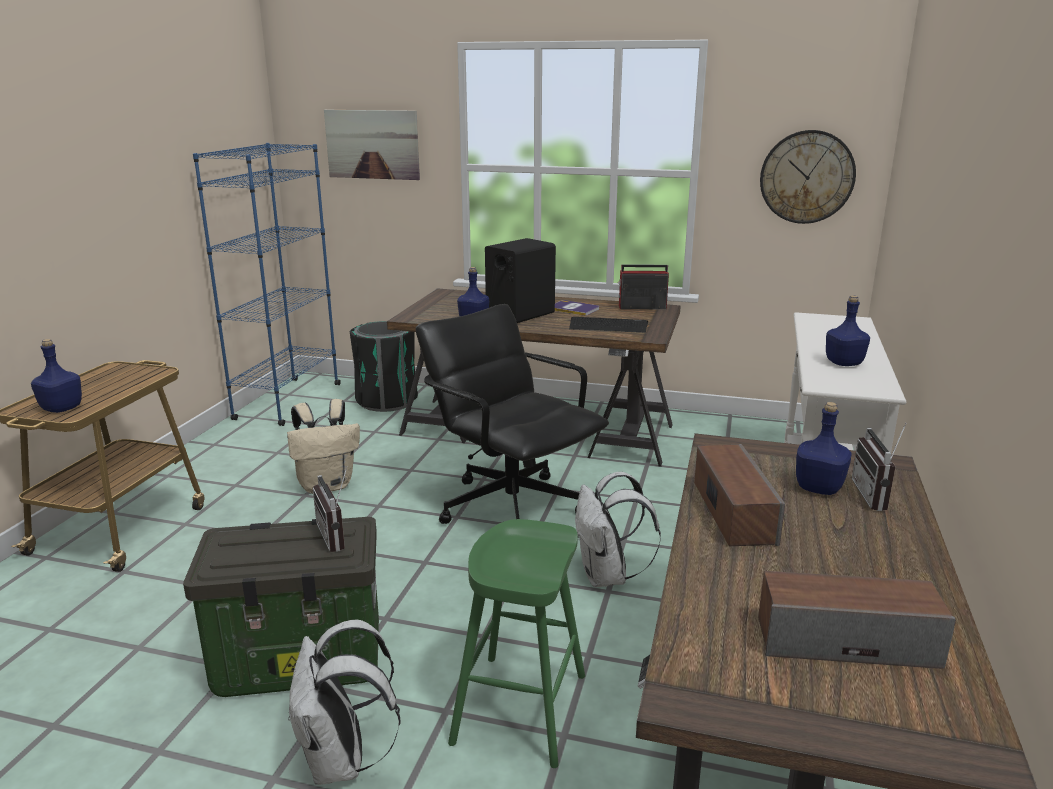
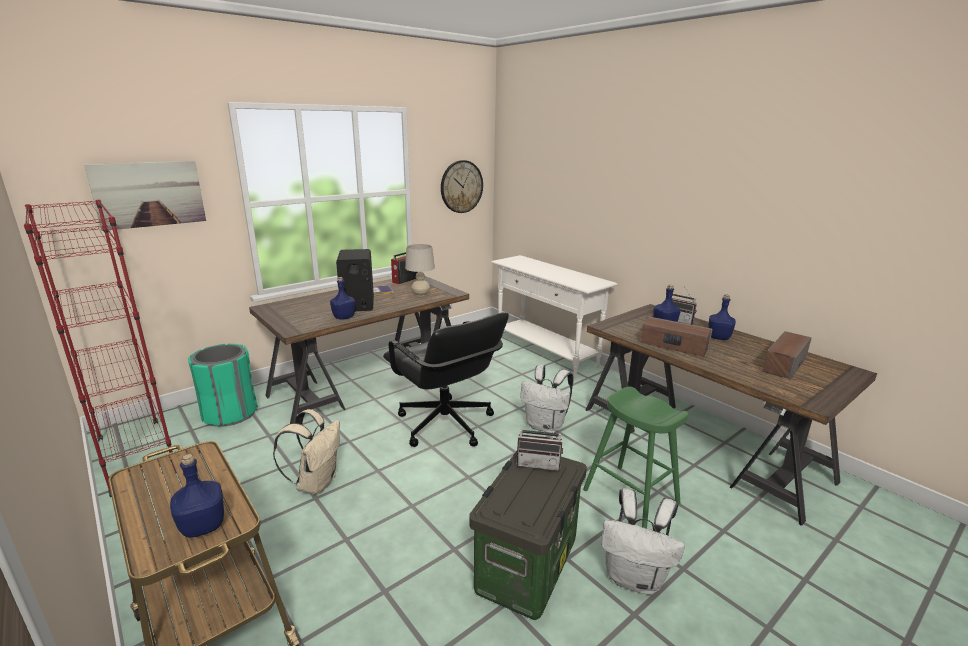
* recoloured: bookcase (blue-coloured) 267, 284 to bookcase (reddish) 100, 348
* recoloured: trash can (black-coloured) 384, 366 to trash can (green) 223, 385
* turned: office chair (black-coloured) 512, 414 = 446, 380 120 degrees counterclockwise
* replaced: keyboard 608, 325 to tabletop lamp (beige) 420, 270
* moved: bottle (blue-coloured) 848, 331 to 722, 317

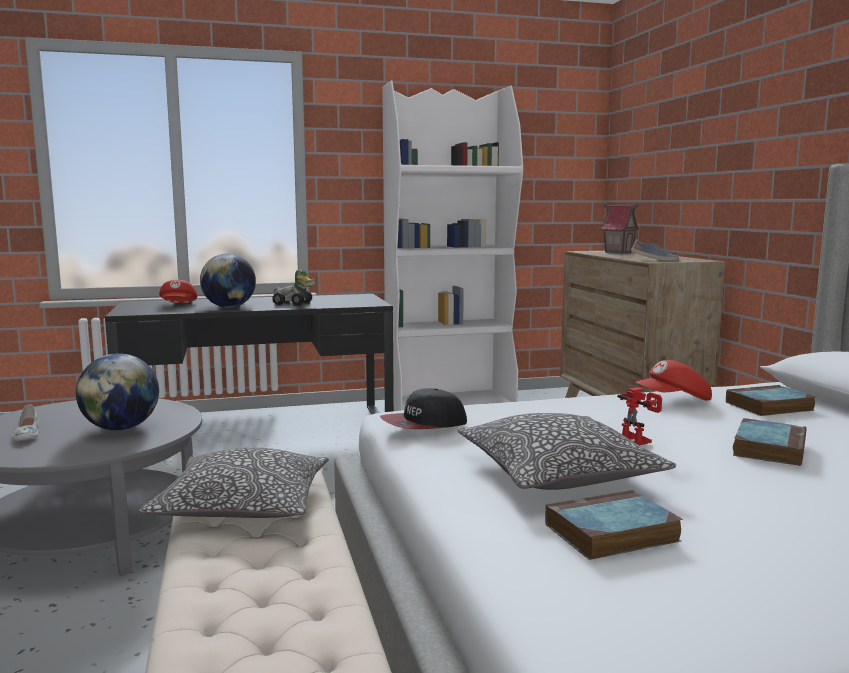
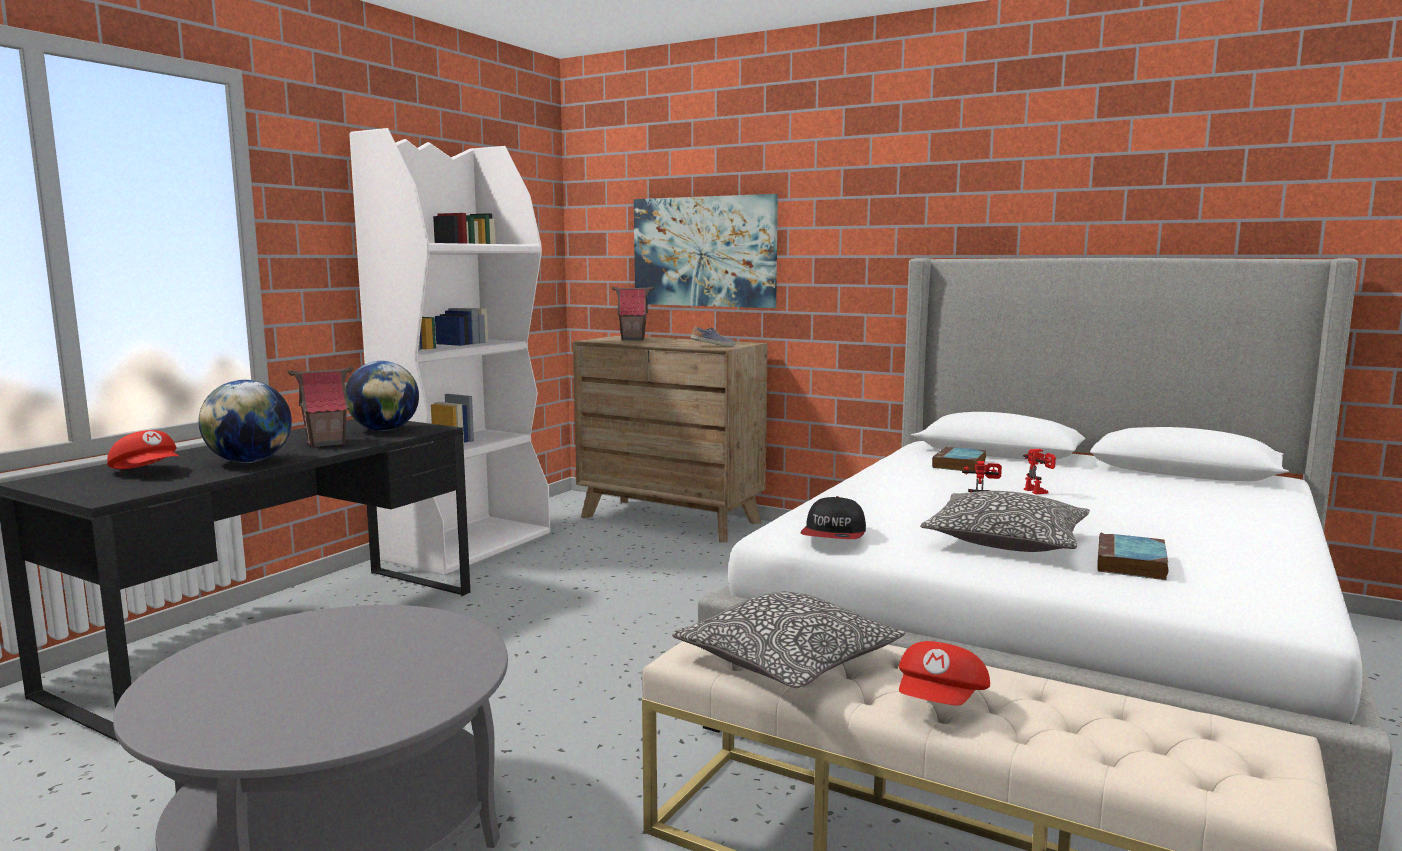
* removed: low shoe (white) 26, 422
* moved: desk globe 117, 392 to 382, 396
* replaced: toy car 294, 287 to model house 320, 407
* moved: cap (reddish) 674, 380 to 944, 673
* replaced: bound book 769, 442 to model robot 1039, 471
* added: wall art 706, 251

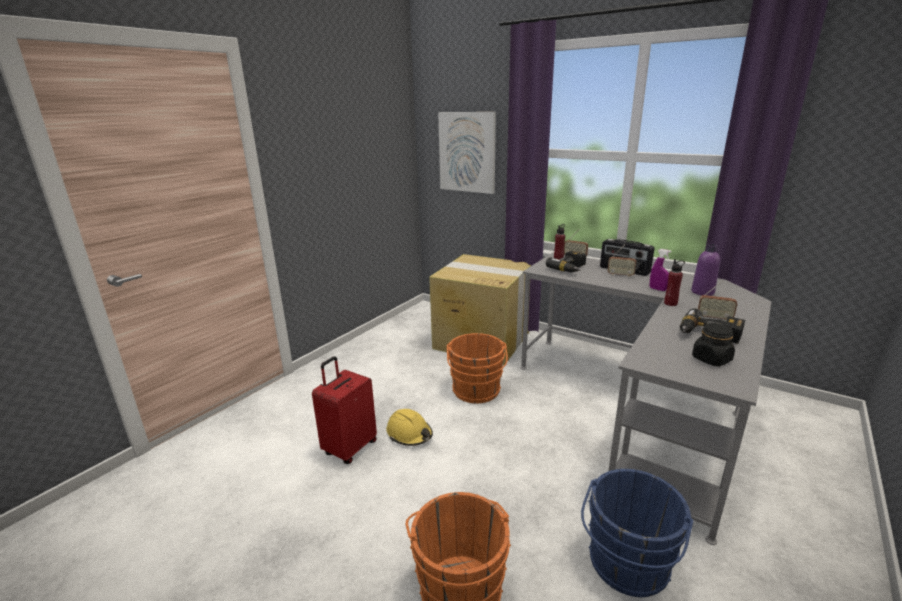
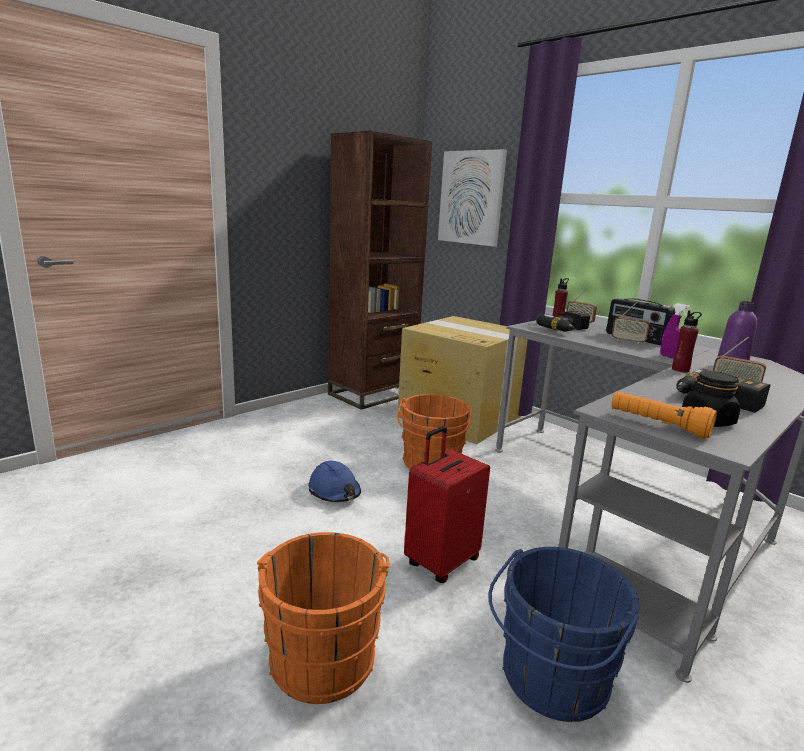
* moved: travel case (reddish) 344, 410 to 447, 504
* recoloured: work helmet (yellow-coloured) 409, 427 to work helmet (blue-coloured) 335, 481
* added: bookcase (brownish) 380, 270
* added: torch (orange) 664, 414

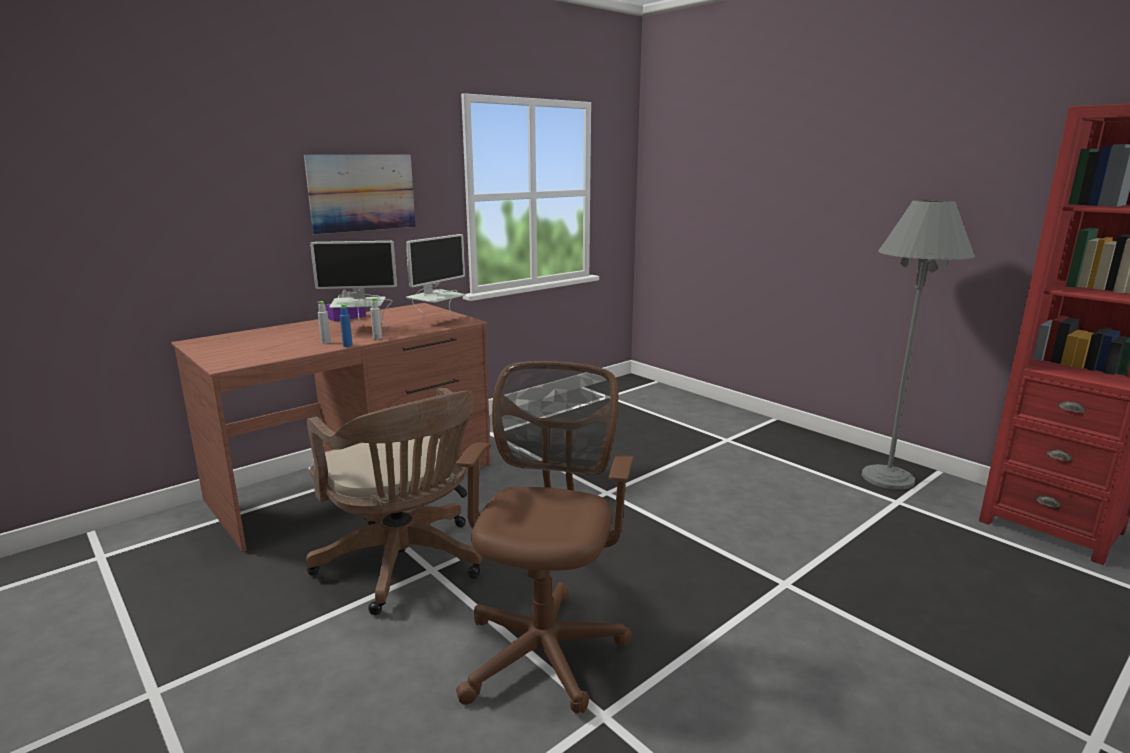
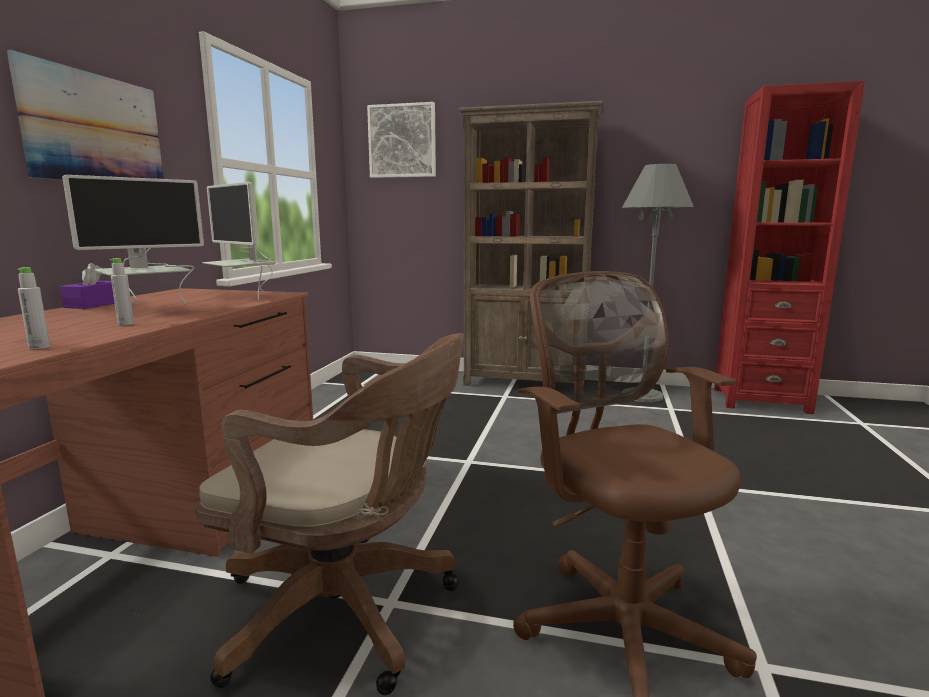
* removed: bottle (blue-coloured) 346, 325
* moved: bottle (grey) 376, 319 to 34, 308
* turned: computer display 436, 276 = 239, 241 135 degrees clockwise
* added: wall art 401, 140
* added: bookcase (brownish) 531, 245

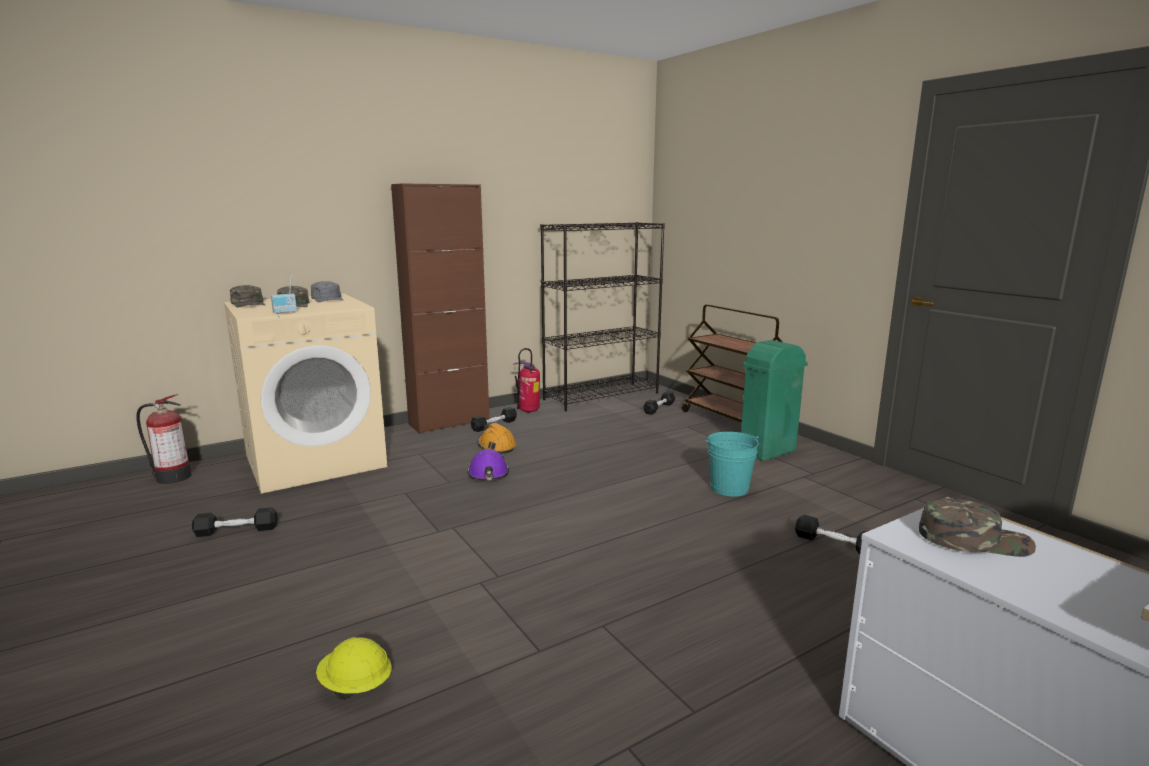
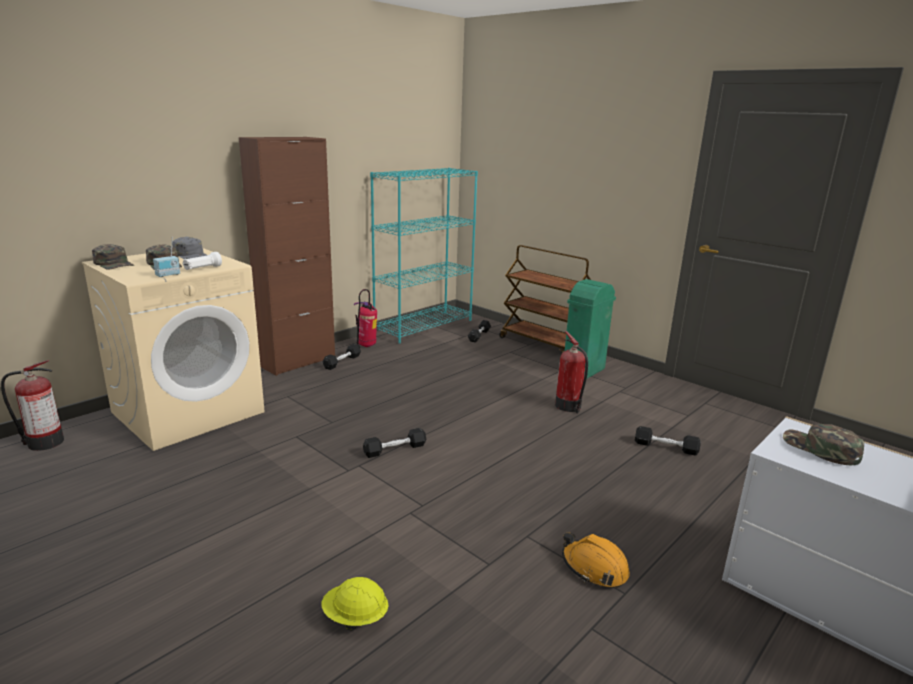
* moved: hand weight (black-coloured) 235, 522 to 394, 443
* removed: work helmet (purple) 488, 464
* moved: work helmet (orange) 496, 438 to 596, 560
* recoloured: bookcase (black-coloured) 602, 316 to bookcase (turquoise) 424, 255
* replaced: water bucket (turquoise) 731, 464 to fire extinguisher 571, 372
* turned: cap (green) 977, 527 = 823, 444 120 degrees counterclockwise
* added: torch (white) 202, 261

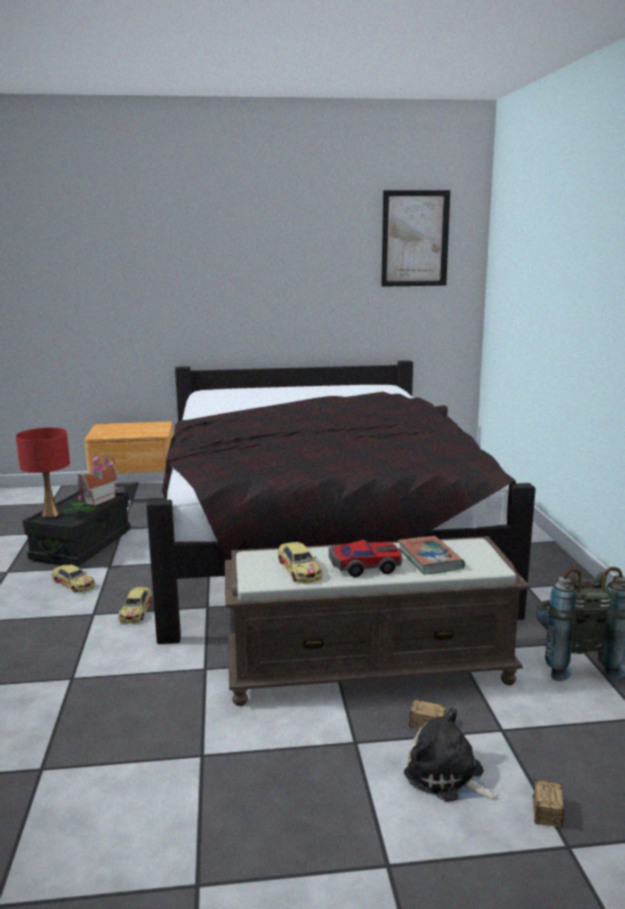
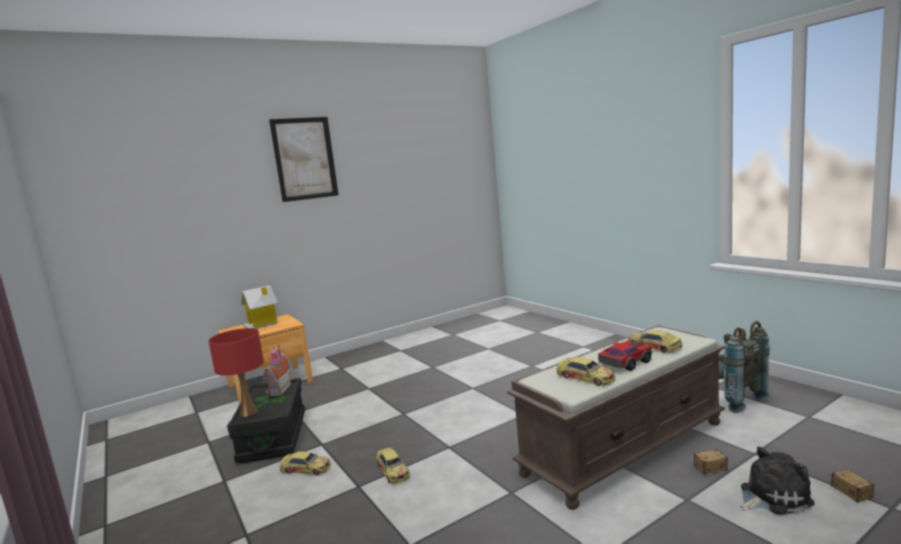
* removed: bed (black-coloured) 341, 502
* moved: wall art 415, 238 to 304, 159
* replaced: bound book 431, 555 to toy car 654, 341
* turned: soft toy 452, 754 = 777, 480 150 degrees clockwise
* added: model house 259, 307

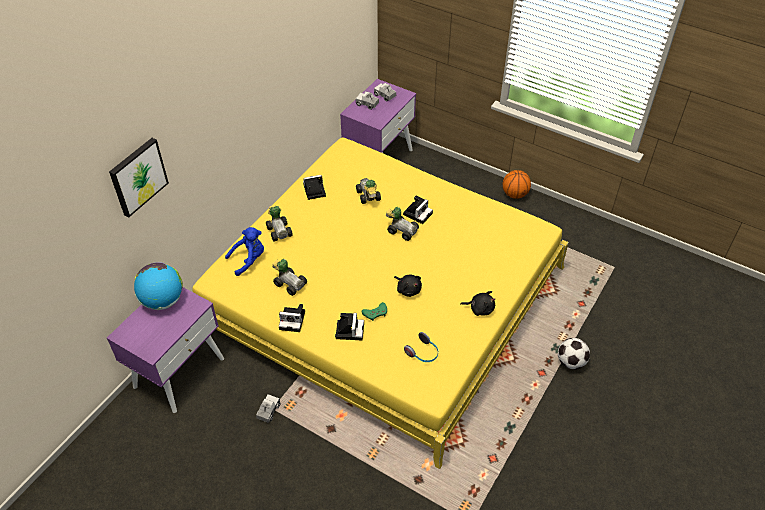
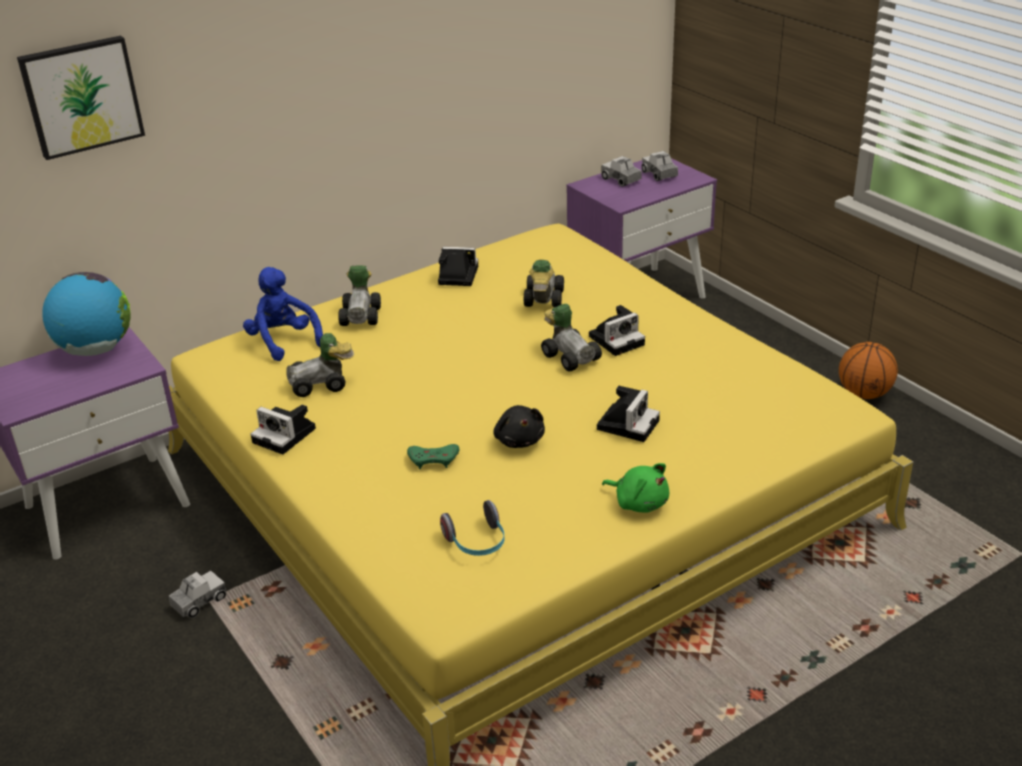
* turned: soft toy (blue-coloured) 244, 251 = 283, 314 120 degrees counterclockwise
* turned: toy car 289, 277 = 320, 365 105 degrees clockwise
* moved: photo camera 349, 327 to 628, 414
* recoloured: soft toy (black-coloured) 477, 303 to soft toy (green) 635, 488
* removed: football ball 574, 353

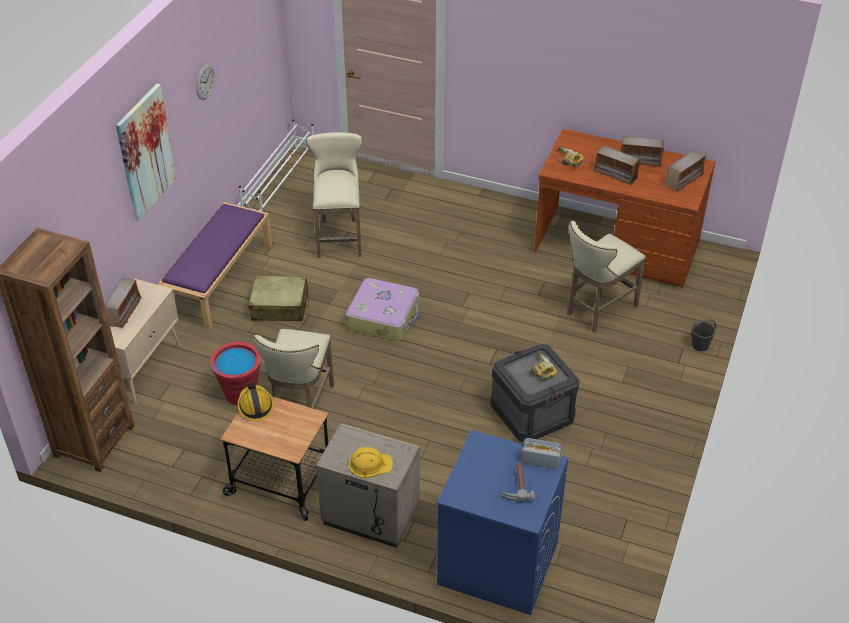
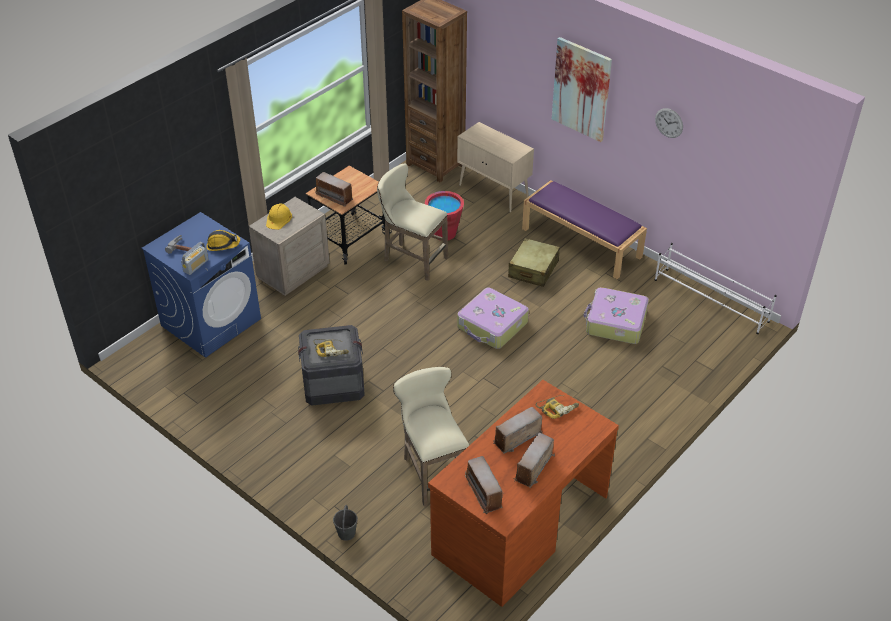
* moved: radio receiver 123, 303 to 334, 189
* moved: work helmet 256, 402 to 223, 240
* replaced: stool (beige) 334, 195 to travel case 616, 315

